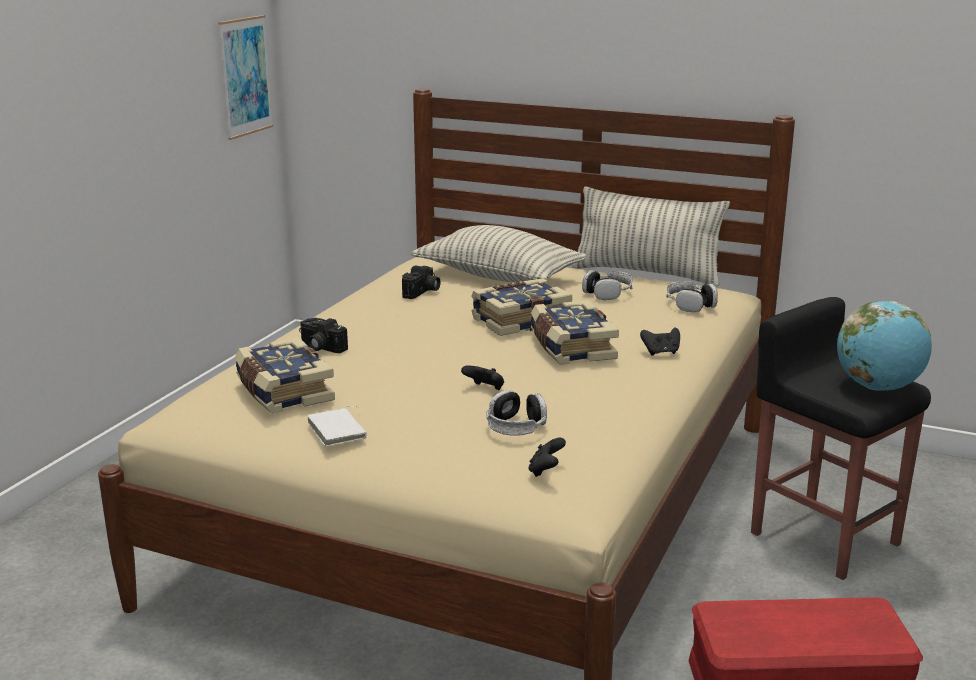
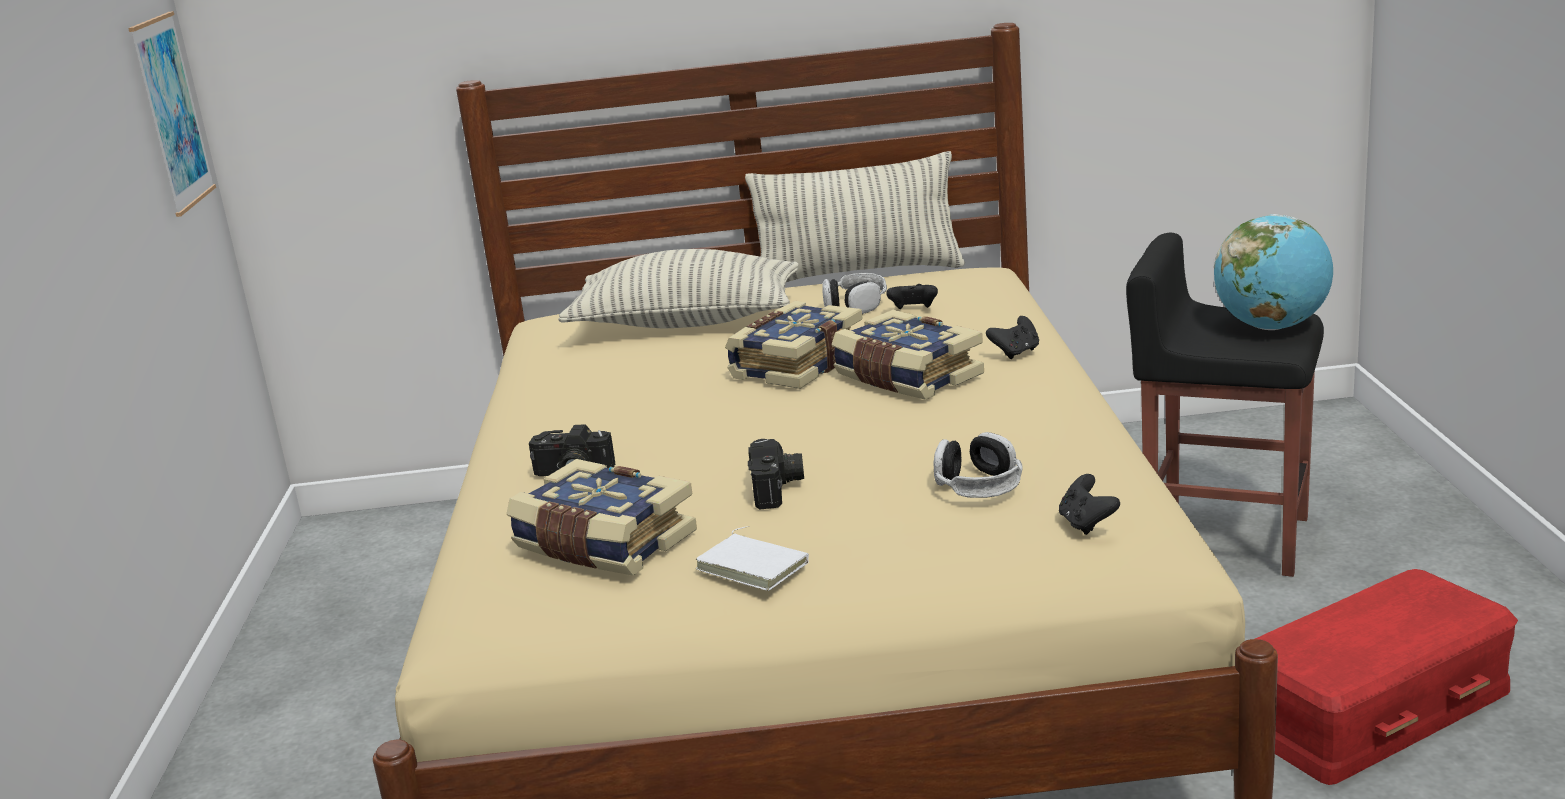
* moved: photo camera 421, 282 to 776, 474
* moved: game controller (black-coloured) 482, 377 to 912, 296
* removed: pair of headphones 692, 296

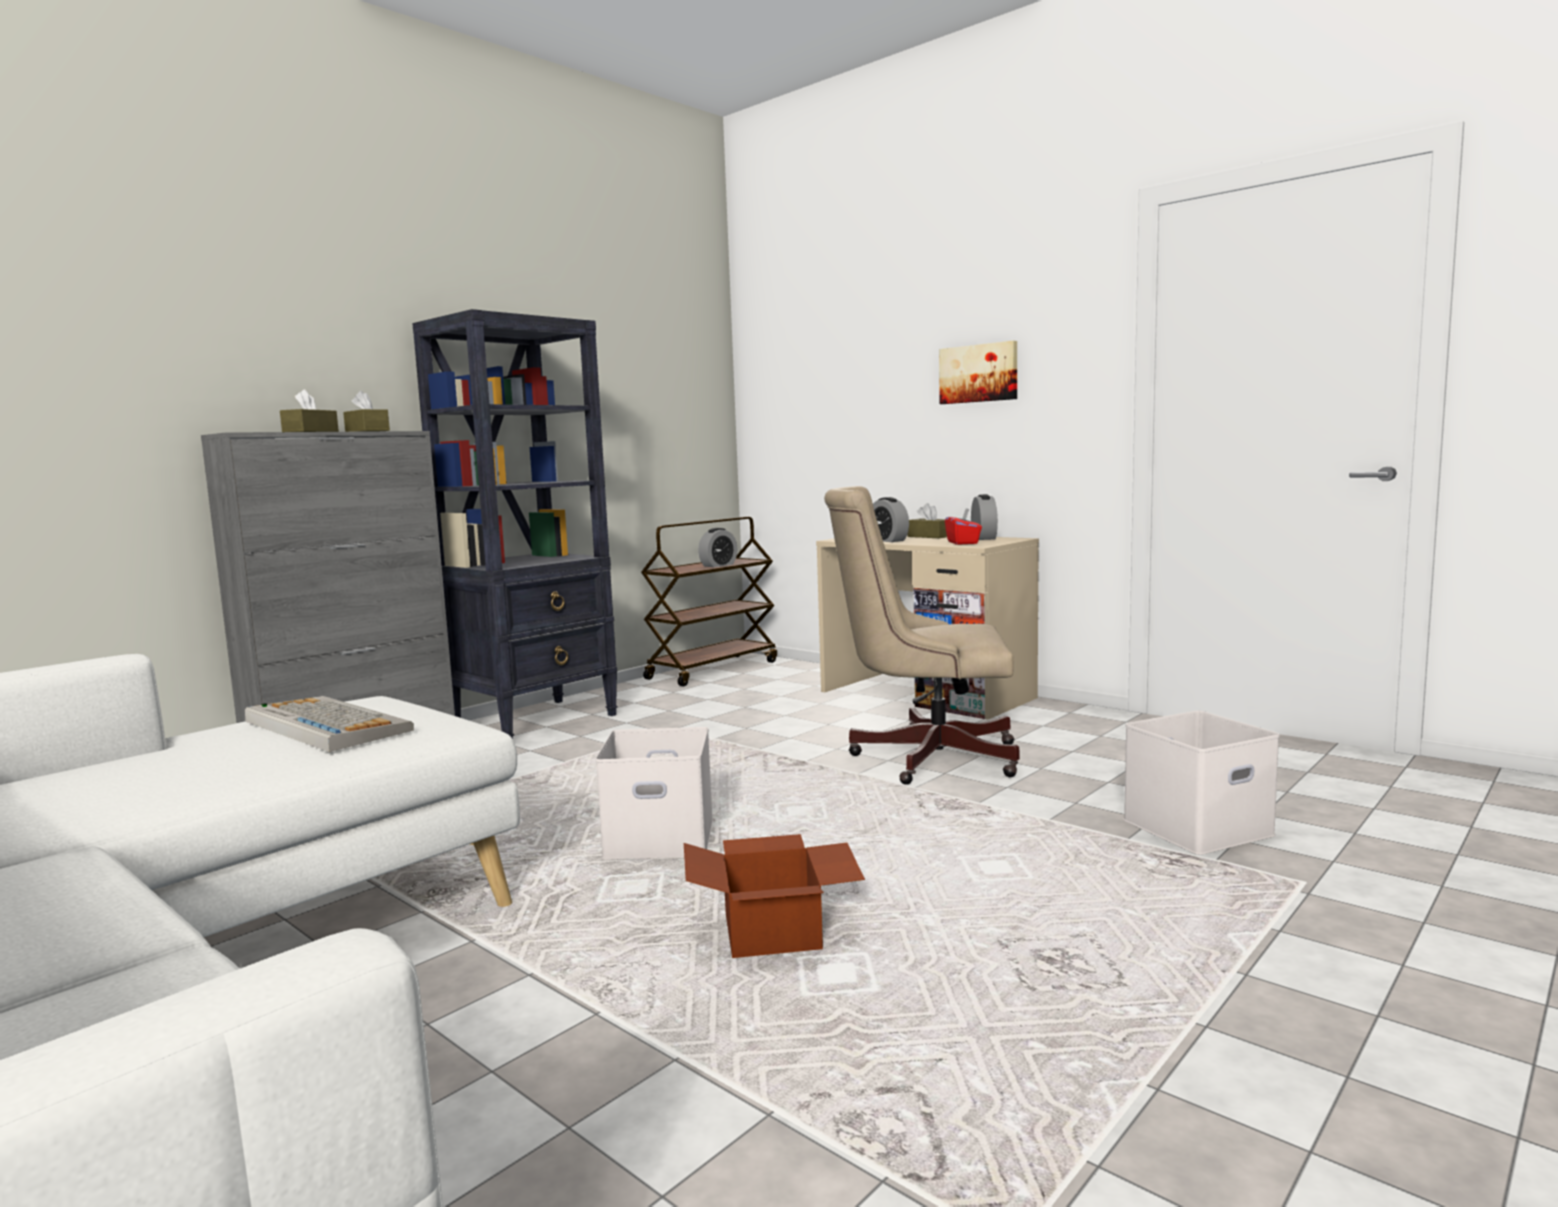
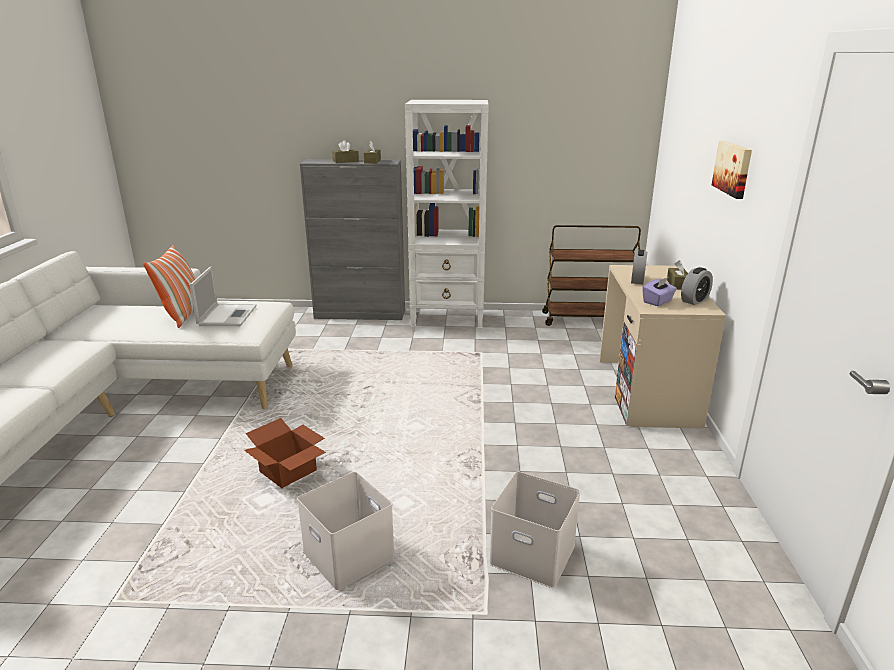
* replaced: keyboard 329, 724 to laptop 223, 296
* recoloured: bookcase (black-coloured) 515, 524 to bookcase (white) 447, 216
* moved: storage bin (white) 654, 793 to 345, 531
* removed: table clock 718, 547
* removed: office chair (beige) 922, 635
* recoloured: tissue holder (reddish) 963, 527 to tissue holder (purple) 659, 291
* added: pillow 169, 286

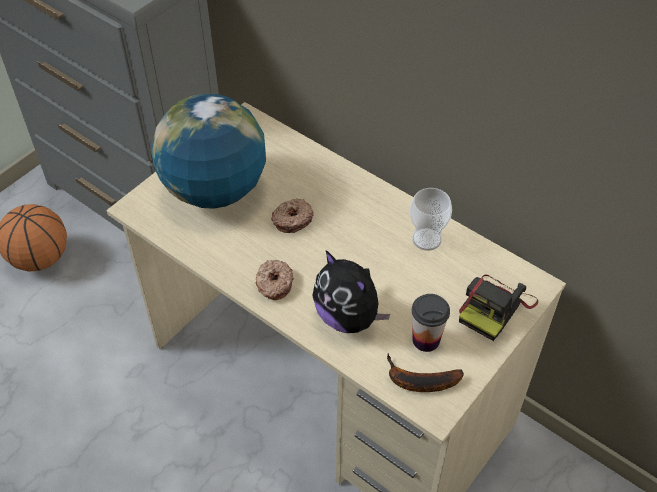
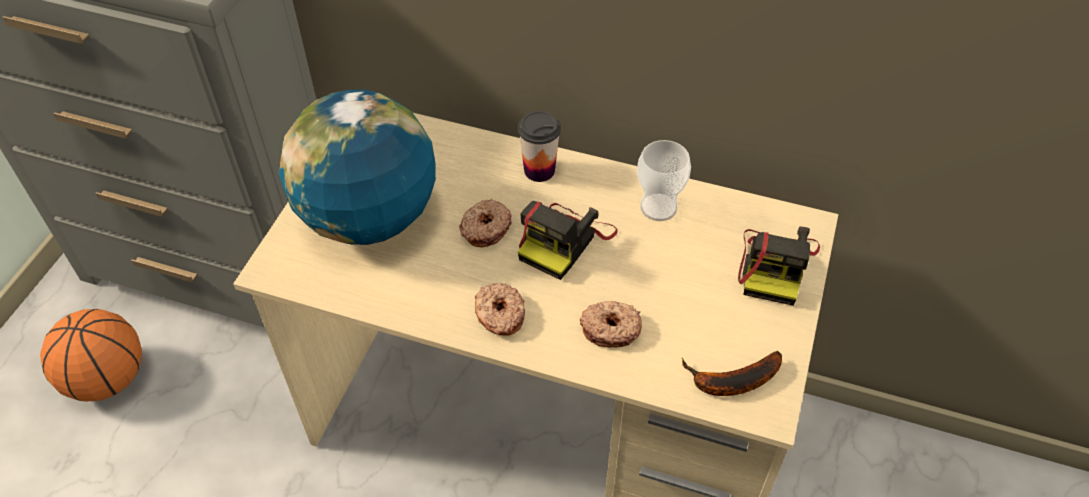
* replaced: soft toy 351, 291 to donut 611, 324
* moved: cup 431, 323 to 539, 146
* added: photo camera 568, 240

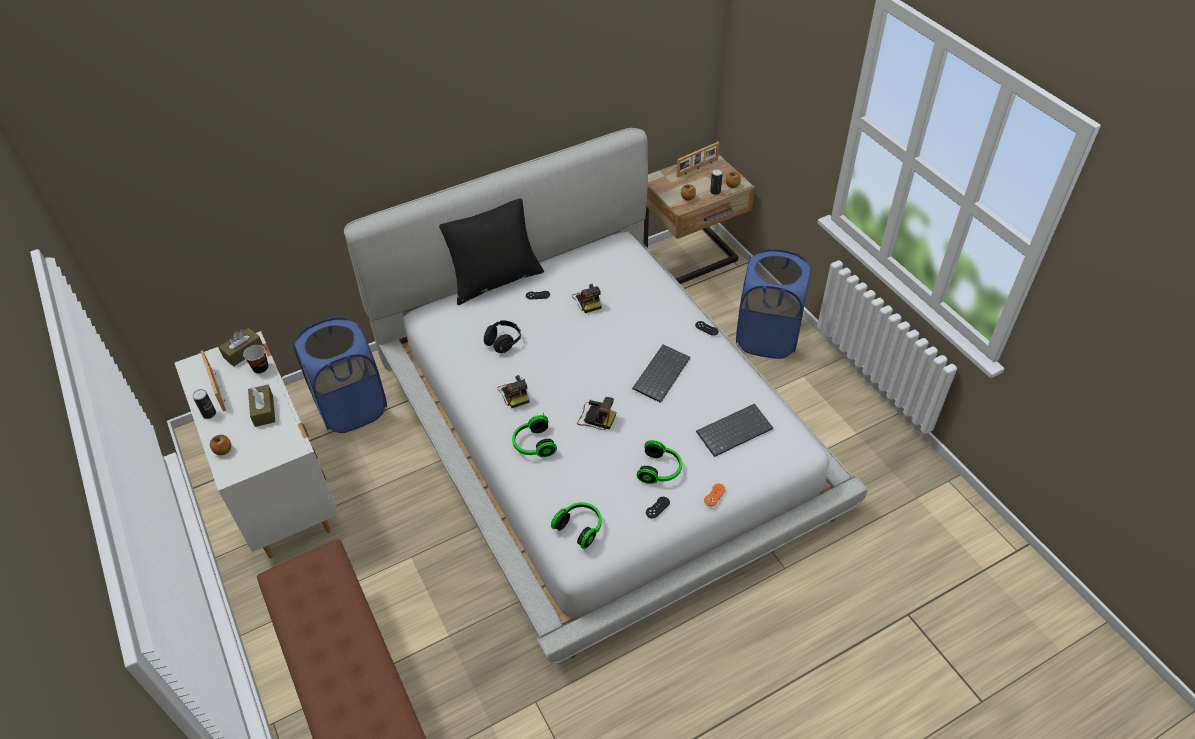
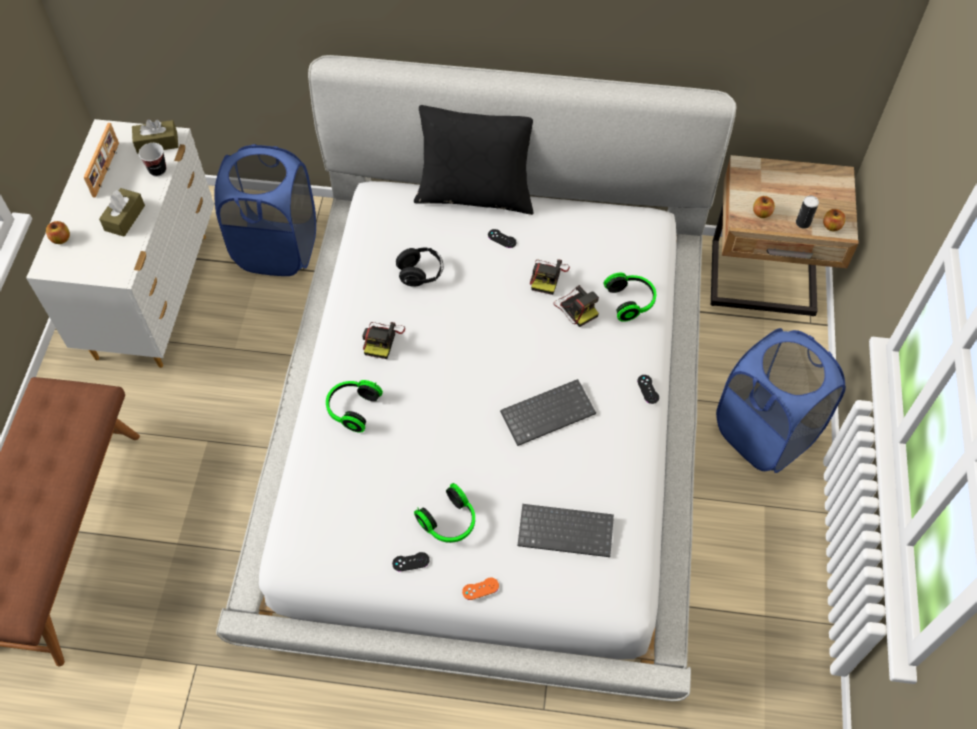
* removed: can 204, 404
* moved: pair of headphones 576, 525 to 630, 297
* moved: photo camera 596, 413 to 576, 306
* removed: standing frame 697, 159

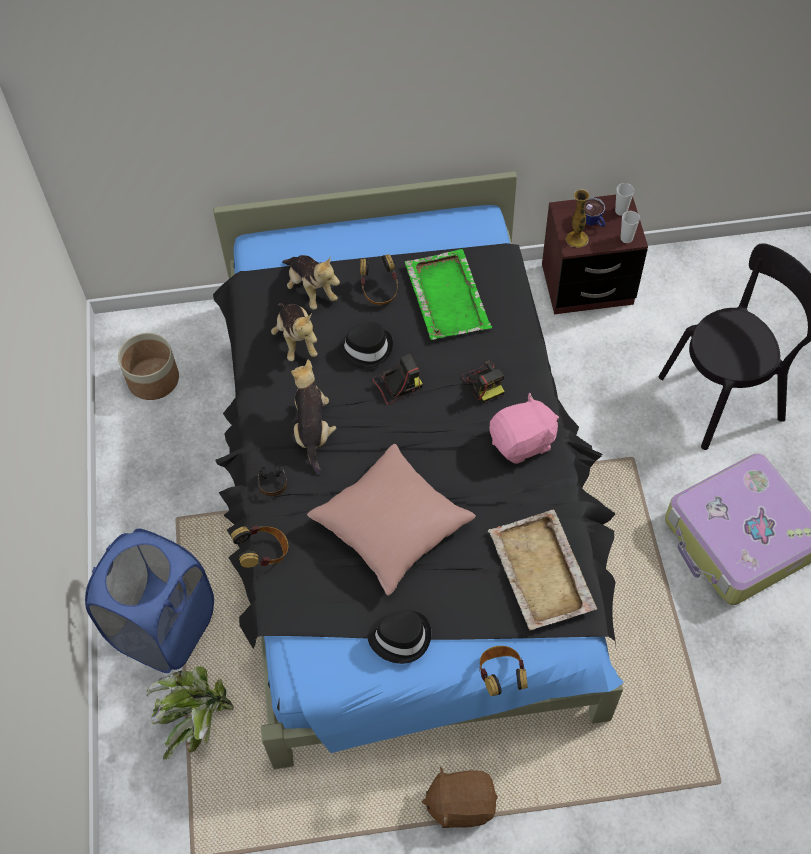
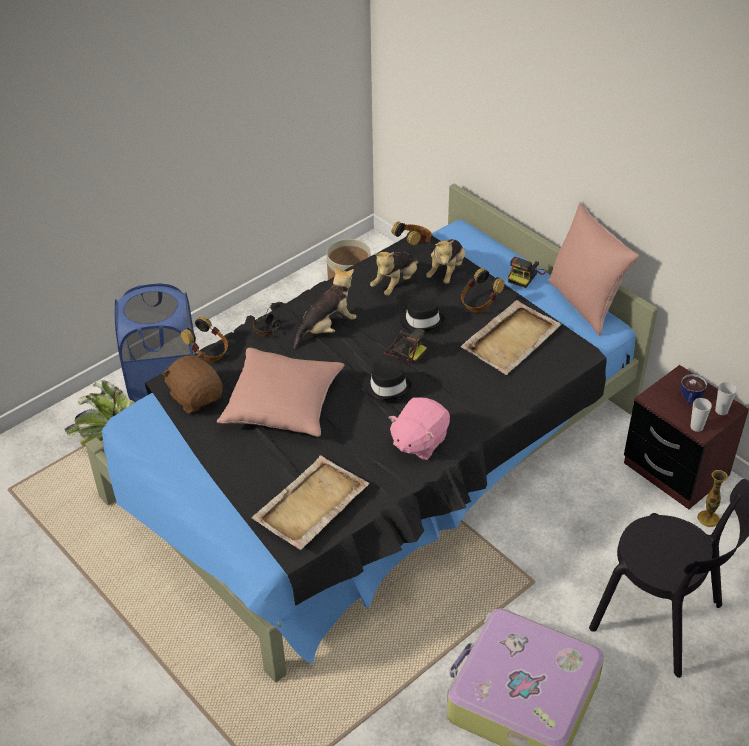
* moved: hat (black-coloured) 399, 637 to 388, 380
* recoloured: carrying tray (green) 448, 294 to carrying tray (beige) 511, 337
* moved: soft toy (brownish) 460, 797 to 192, 383
* moved: photo camera 483, 382 to 527, 272
* moved: pair of headphones 503, 671 to 412, 233
* turned: soft toy (pink) 524, 428 = 419, 428 90 degrees clockwise
* moved: vase 578, 218 to 712, 498
* added: pillow (pink) 593, 268

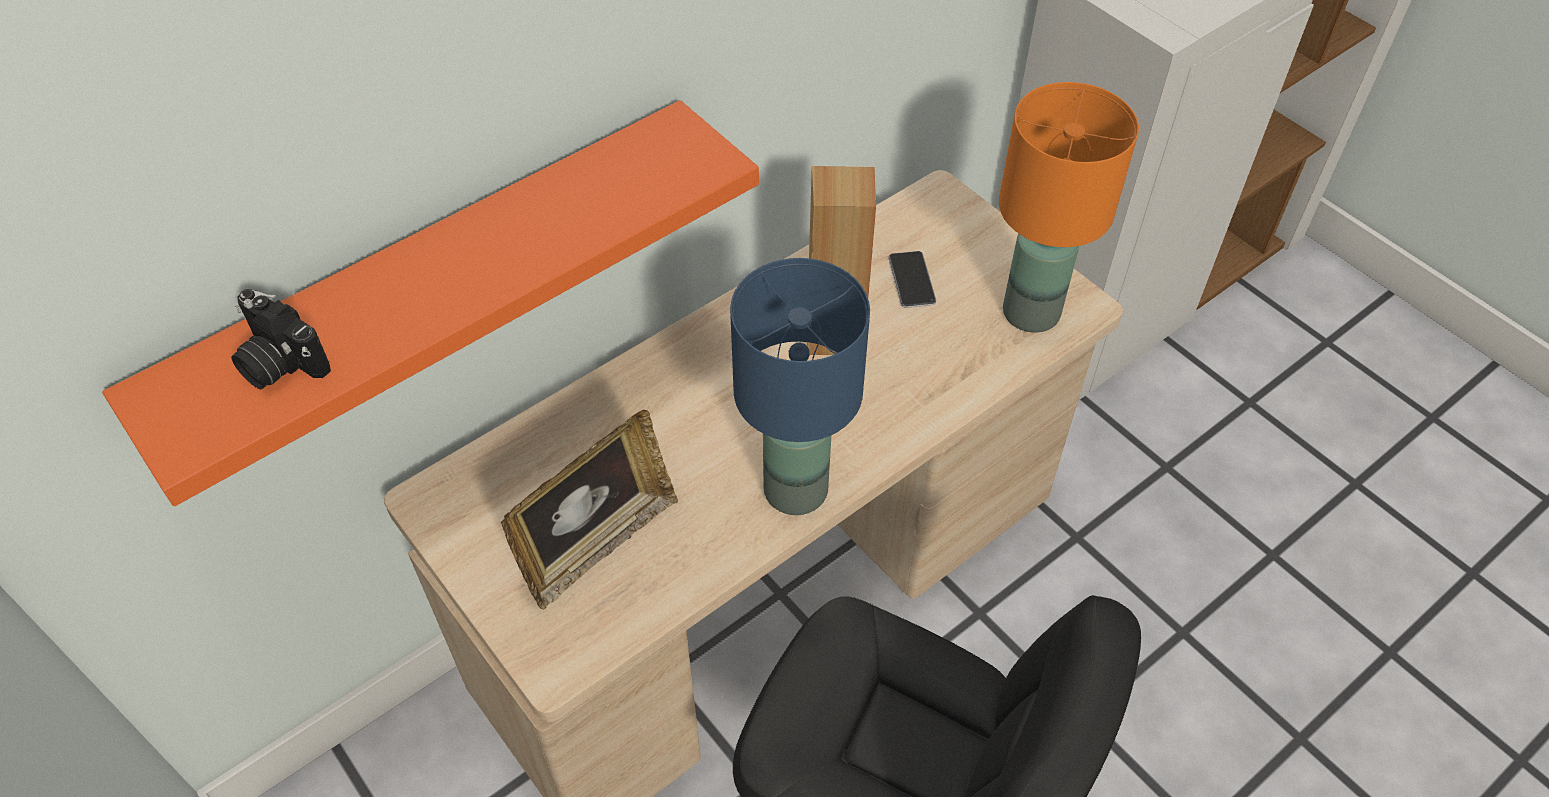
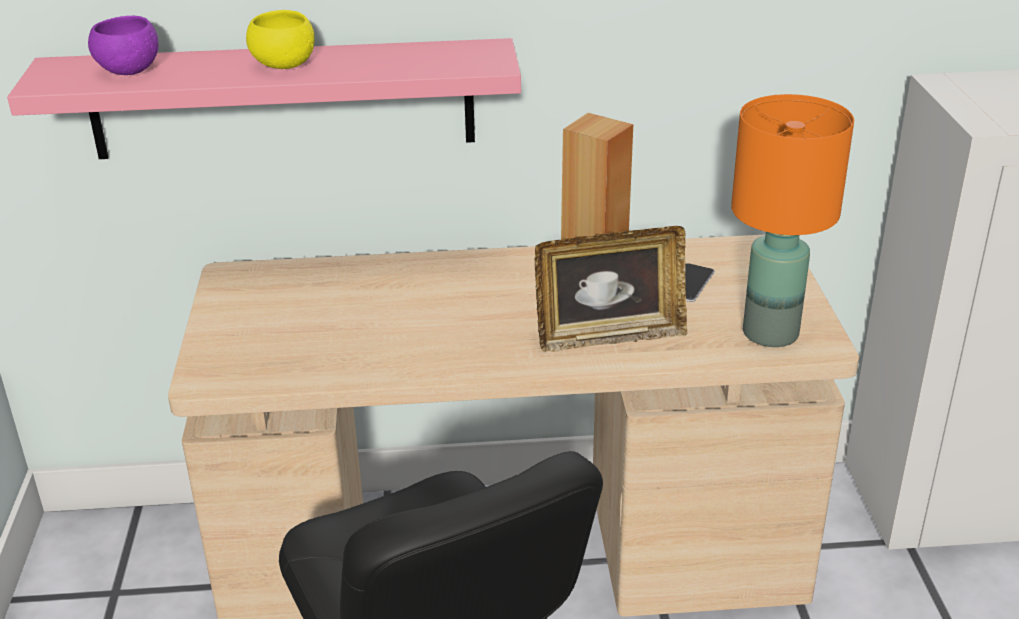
* recoloured: bracket shelf (orange) 430, 303 to bracket shelf (pink) 264, 98
* replaced: photo camera 281, 339 to deep dish (purple) 123, 45
* moved: standing frame 589, 510 to 611, 289
* removed: tabletop lamp (blue-coloured) 800, 386
* added: deep dish (yellow-coloured) 280, 39

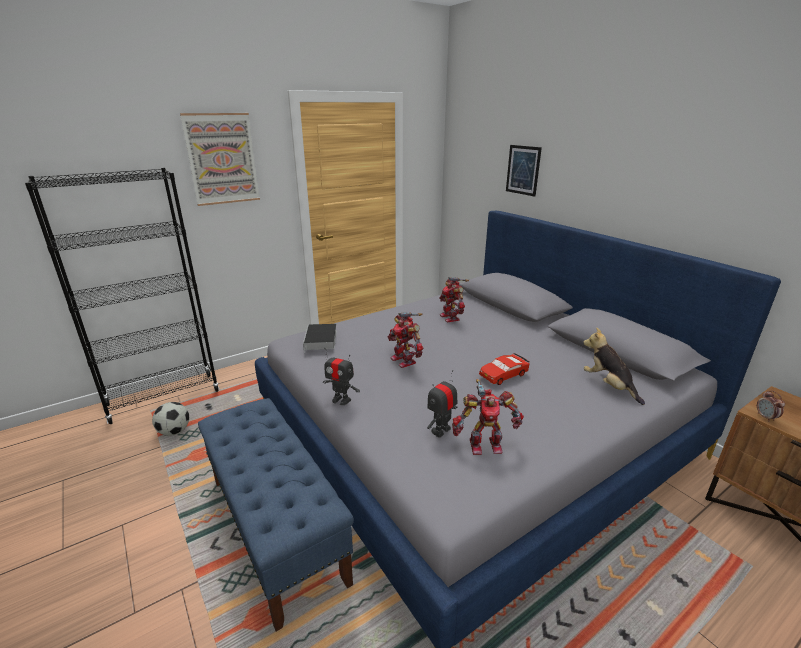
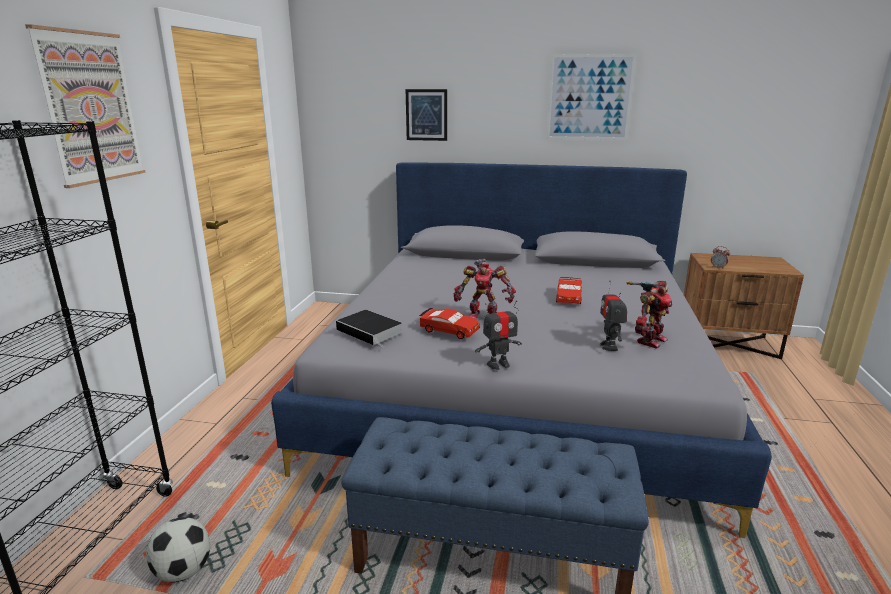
* removed: model robot 454, 299
* removed: soft toy 614, 366
* added: toy car (reddish) 449, 323
* added: wall art 591, 97

